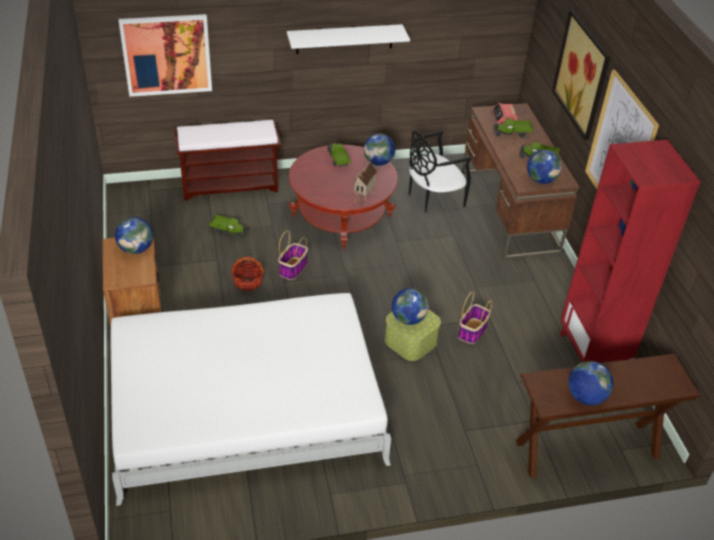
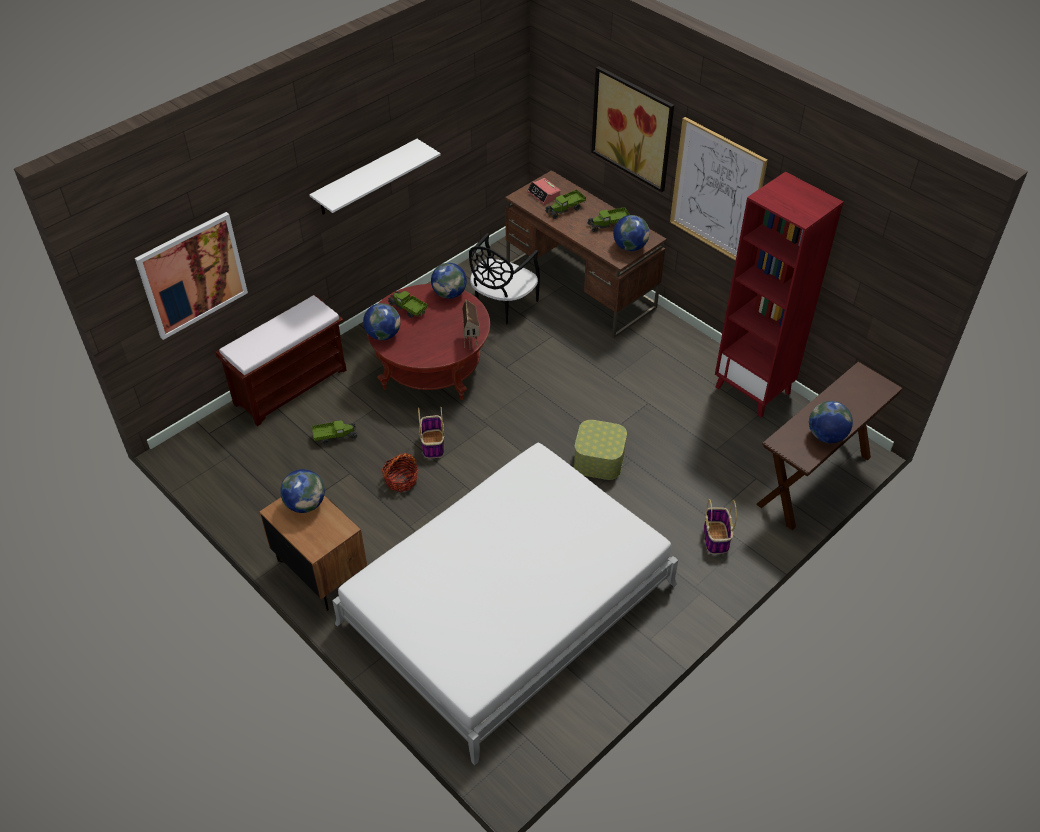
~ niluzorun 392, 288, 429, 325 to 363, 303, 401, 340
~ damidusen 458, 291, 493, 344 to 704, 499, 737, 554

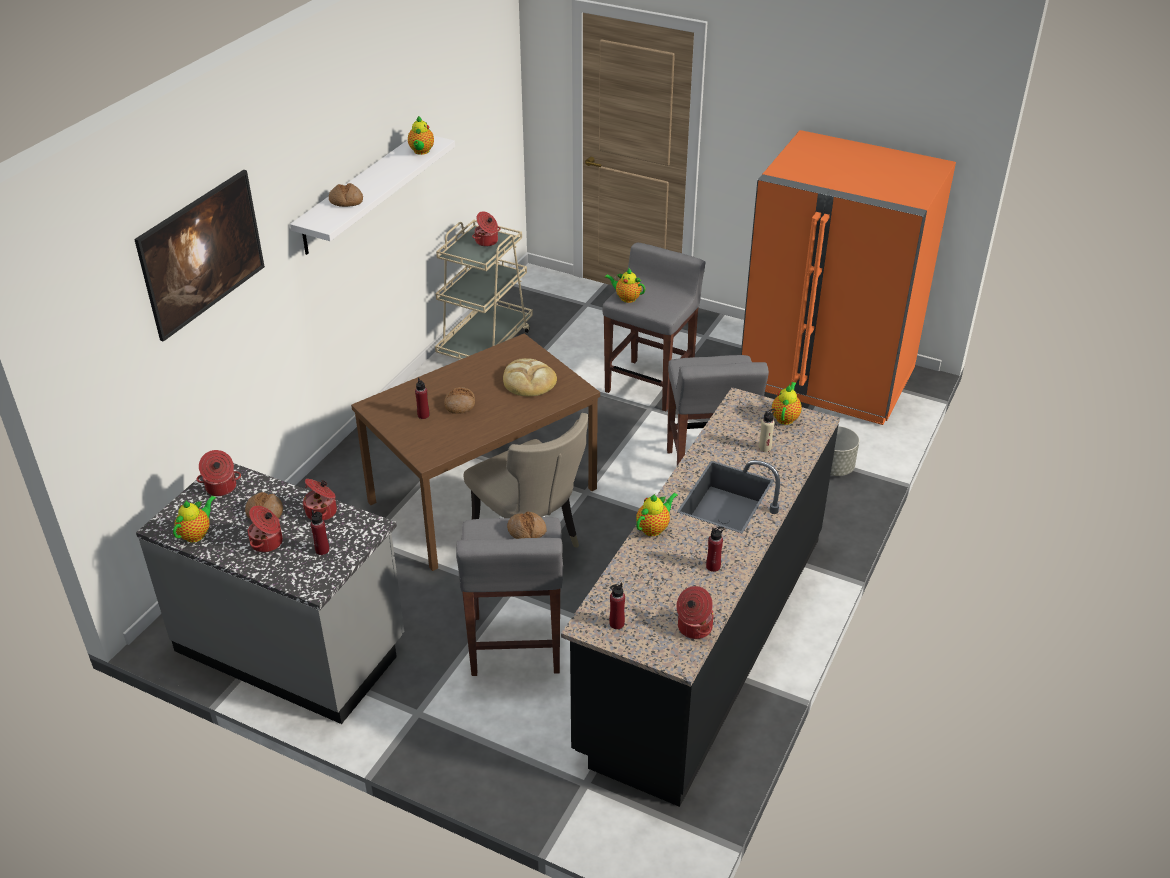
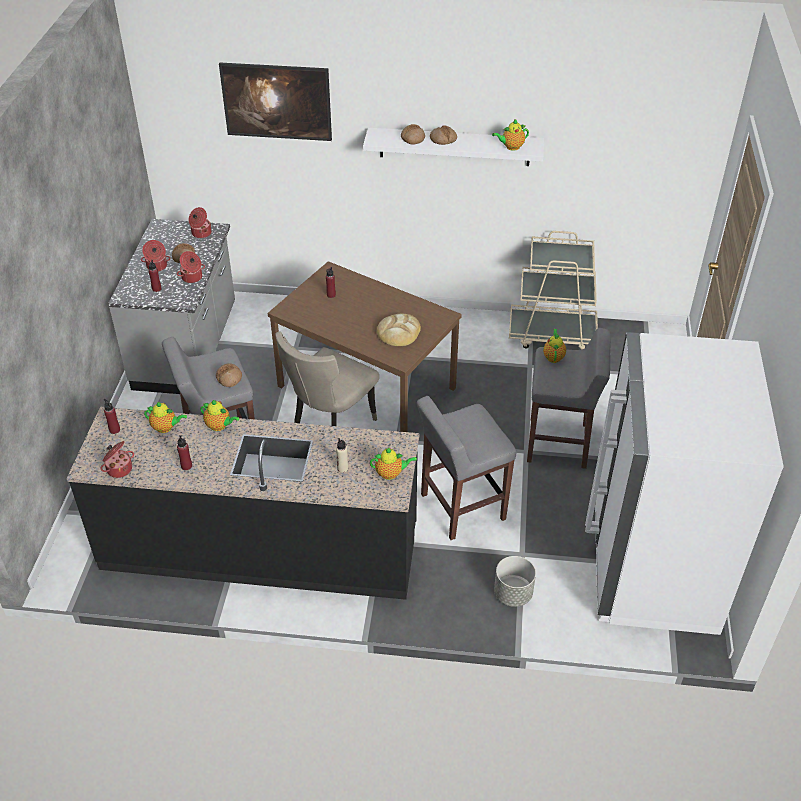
~ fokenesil 173, 496, 216, 542 to 144, 402, 187, 433
~ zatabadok 444, 387, 475, 414 to 430, 125, 457, 145
~ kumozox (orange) 741, 130, 956, 425 to kumozox (white) 585, 332, 784, 635
- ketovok 472, 211, 500, 246

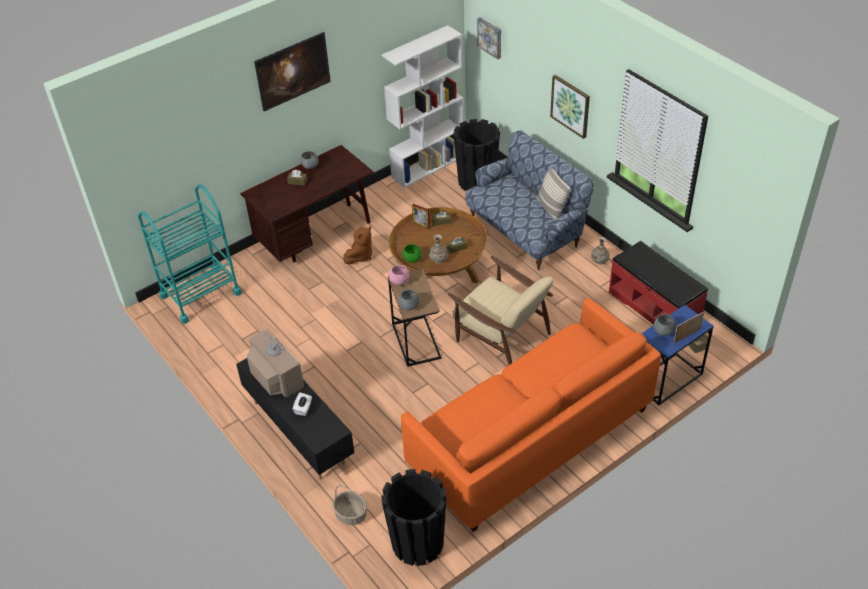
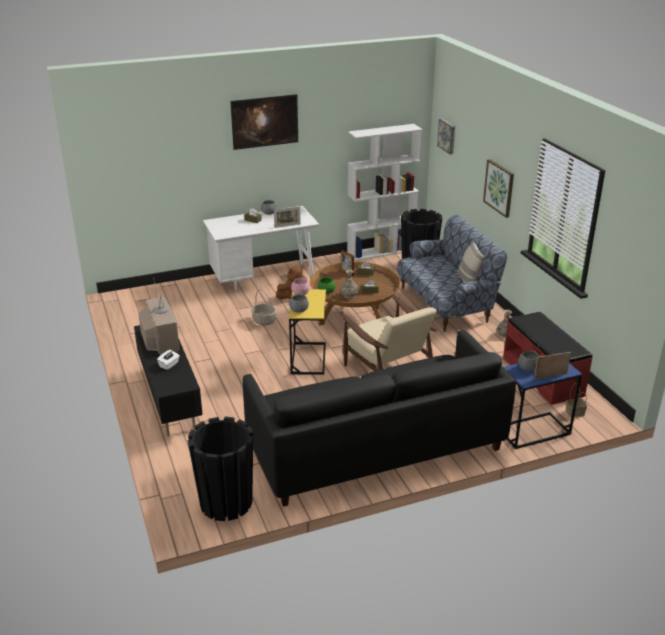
~ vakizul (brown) 240, 145, 374, 262 to vakizul (white) 203, 206, 319, 291
~ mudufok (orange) 401, 298, 661, 532 to mudufok (black) 243, 330, 516, 507
~ damidusen 332, 485, 367, 525 to 251, 289, 276, 325
+ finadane 274, 206, 301, 228
~ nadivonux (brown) 388, 268, 441, 367 to nadivonux (yellow) 289, 289, 326, 375
- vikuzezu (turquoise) 138, 184, 242, 324

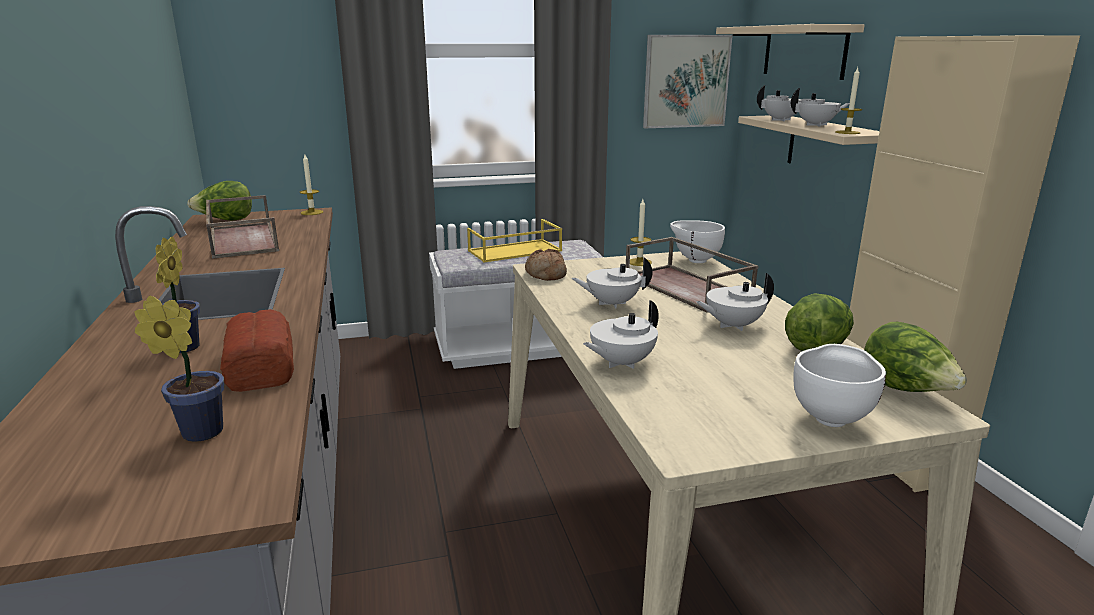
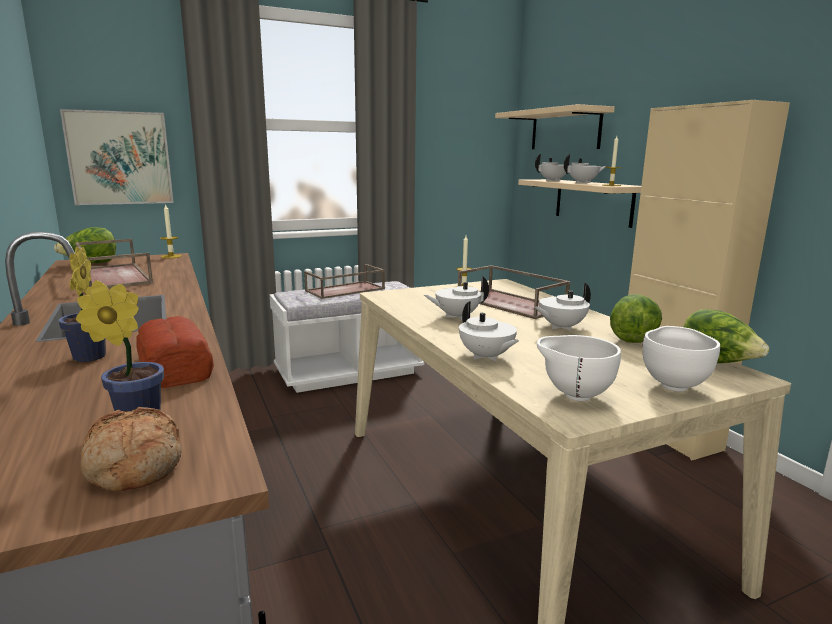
~ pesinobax 643, 35, 733, 128 to 60, 109, 174, 205
~ zatabadok 525, 249, 567, 281 to 80, 407, 181, 491
~ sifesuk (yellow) 467, 219, 562, 262 to sifesuk (brown) 304, 264, 385, 299
~ fokenesil (white) 583, 300, 659, 369 = 459, 301, 519, 362 75 degrees counterclockwise
~ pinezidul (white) 670, 221, 725, 263 to 537, 335, 621, 401

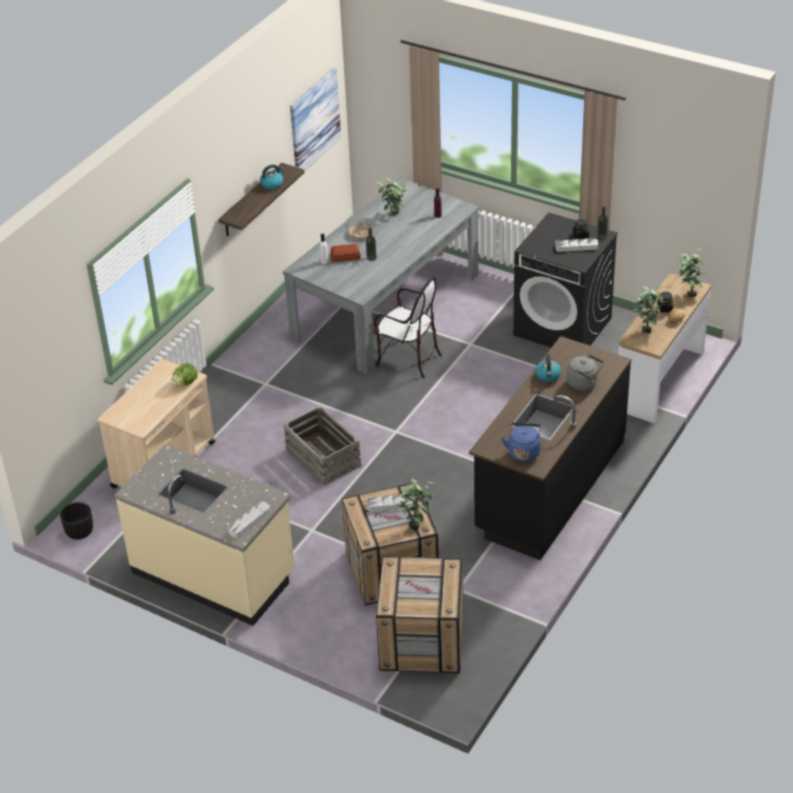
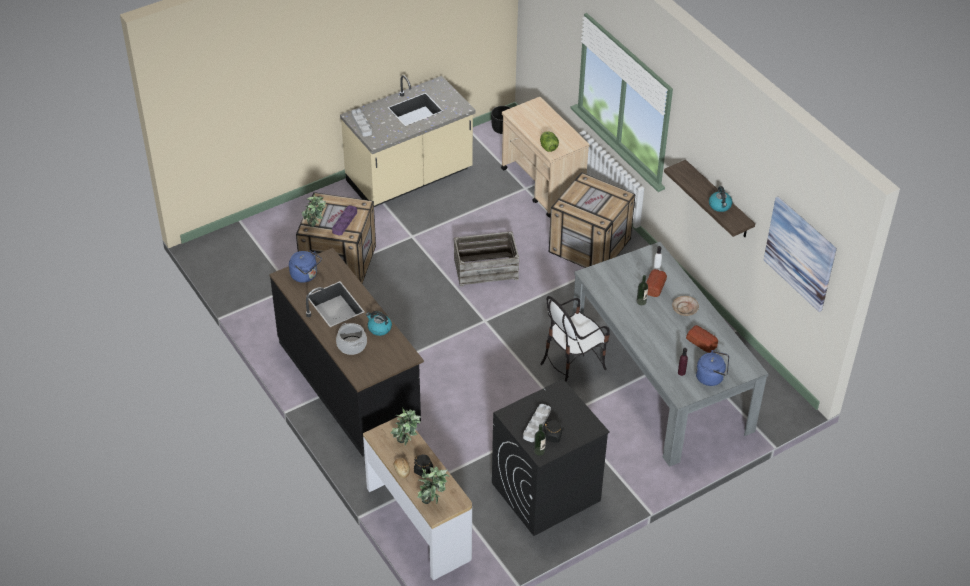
~ sifesuk (grey) 367, 495, 413, 511 to sifesuk (purple) 332, 205, 357, 236
~ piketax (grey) 567, 354, 604, 391 to ketovok 336, 323, 367, 355
~ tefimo 376, 556, 464, 673 to 549, 172, 636, 268
~ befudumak 377, 179, 408, 215 to zatabadok 686, 325, 718, 353
+ piketax (blue) 696, 350, 729, 386

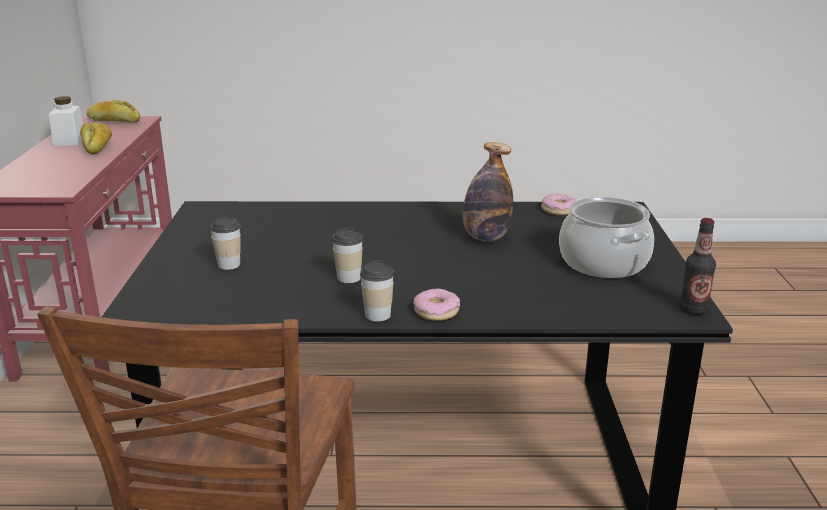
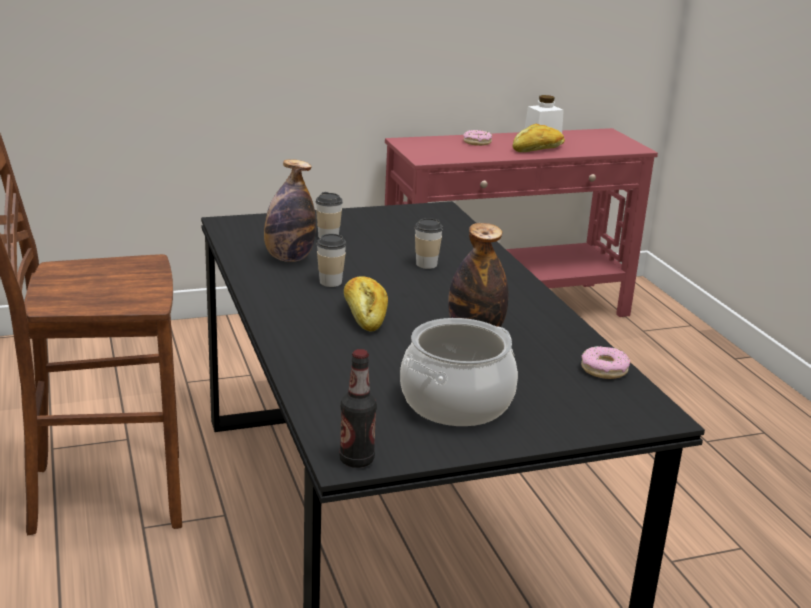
+ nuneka 264, 159, 316, 262
~ zatabadok 86, 100, 140, 123 to 344, 276, 388, 332
~ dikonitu 360, 260, 394, 322 to 415, 218, 443, 269
~ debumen 414, 288, 460, 321 to 463, 130, 492, 146

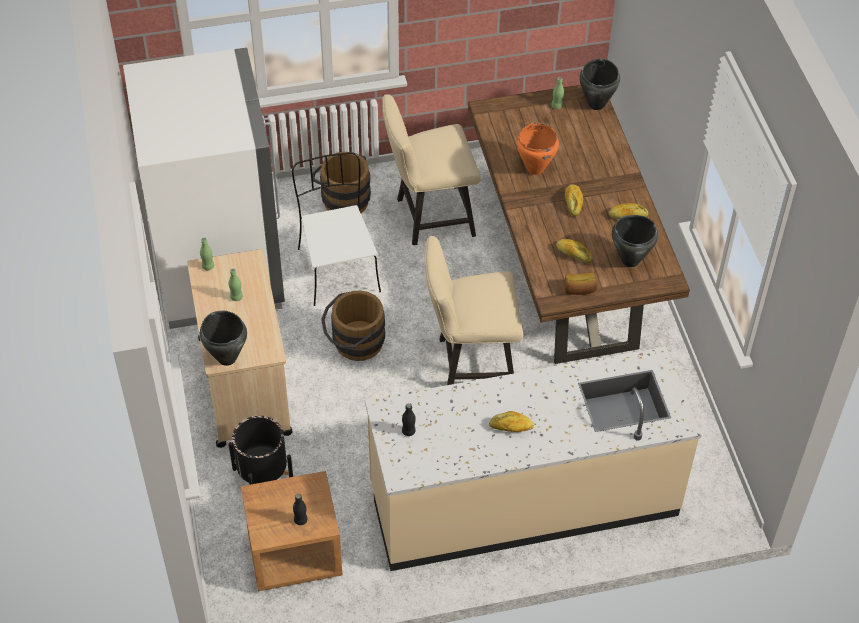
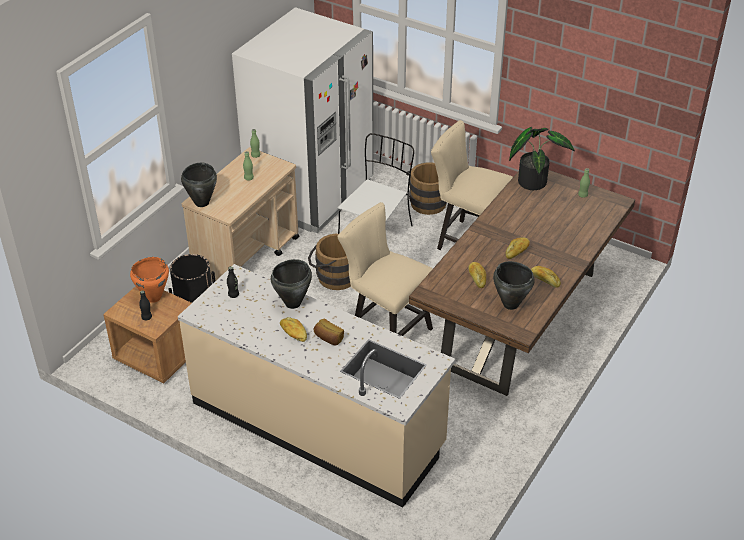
~ ketovok (orange) 517, 123, 559, 175 to 130, 257, 169, 303
~ ketovok (black) 579, 58, 620, 110 to 271, 259, 312, 309
~ zatabadok 564, 273, 598, 295 to 314, 319, 344, 345
+ befudumak 509, 127, 575, 190

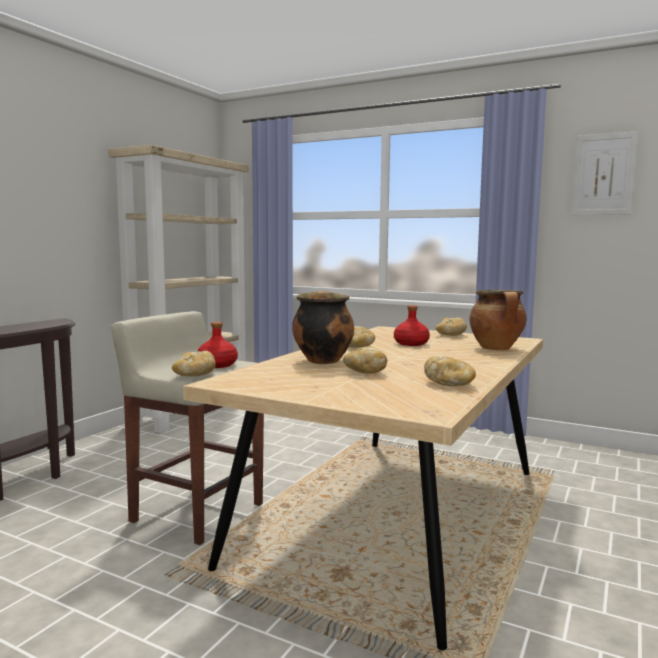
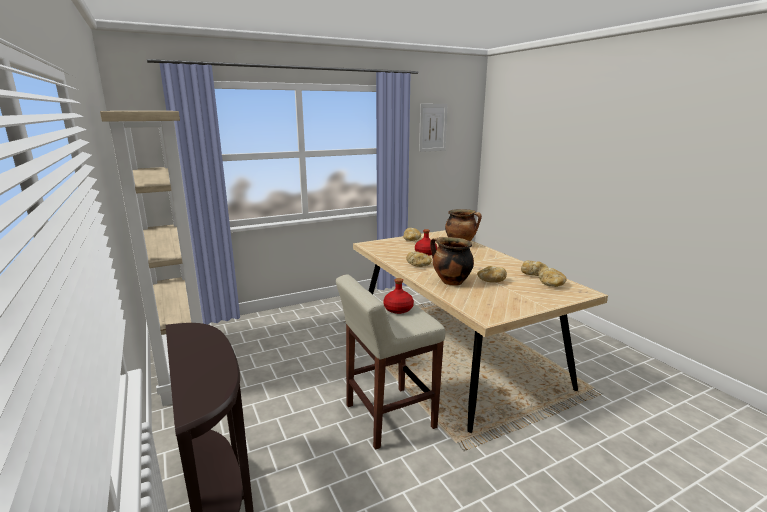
~ zatabadok 172, 351, 216, 376 to 539, 268, 567, 287

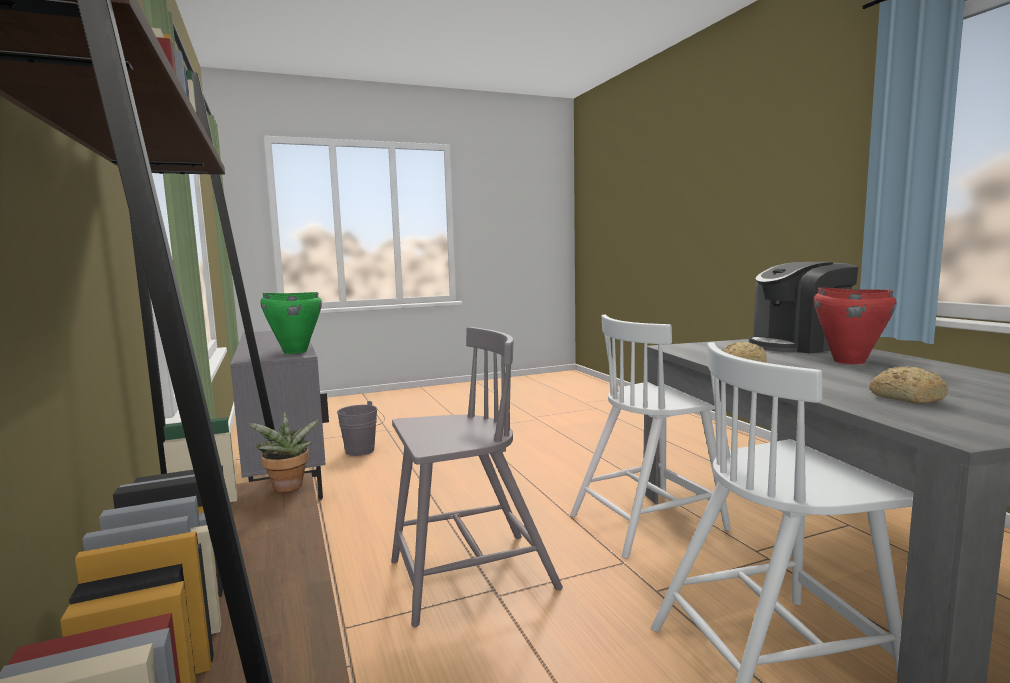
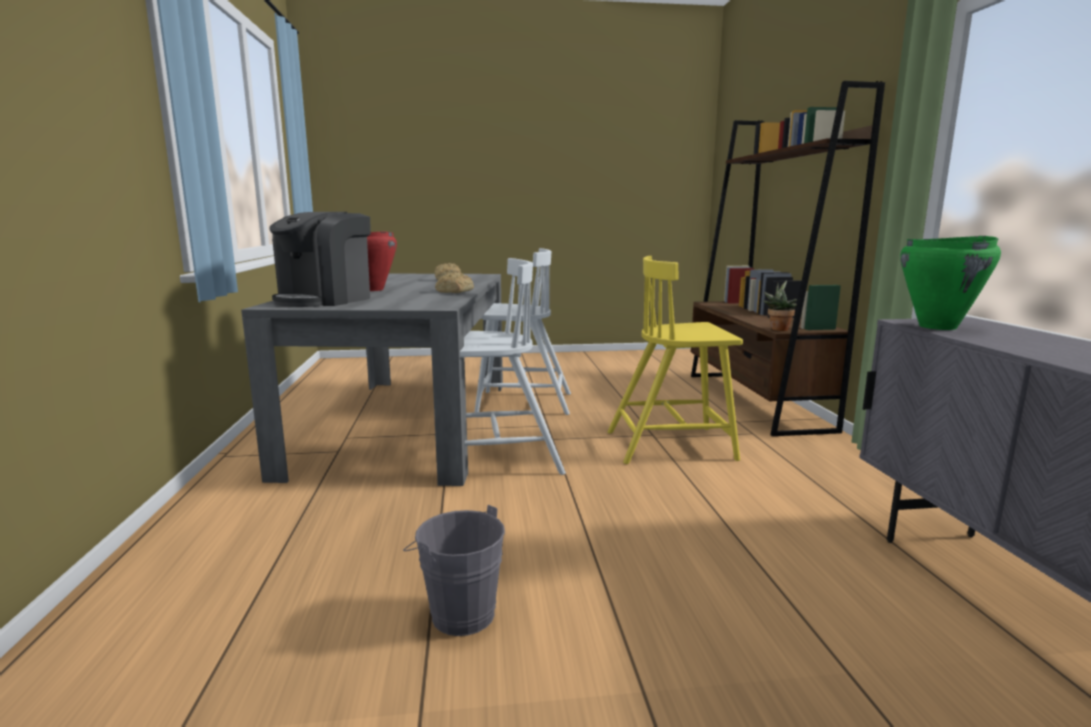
~ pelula 749, 262, 858, 353 = 269, 212, 371, 307 120 degrees clockwise
~ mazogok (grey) 337, 401, 385, 456 to 403, 505, 505, 636
~ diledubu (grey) 391, 327, 563, 627 to diledubu (yellow) 607, 256, 743, 464

